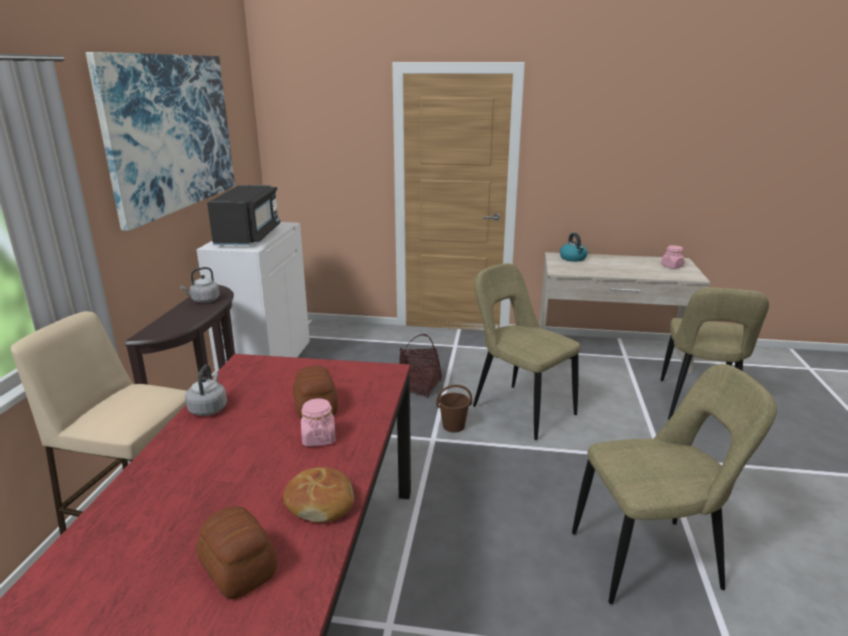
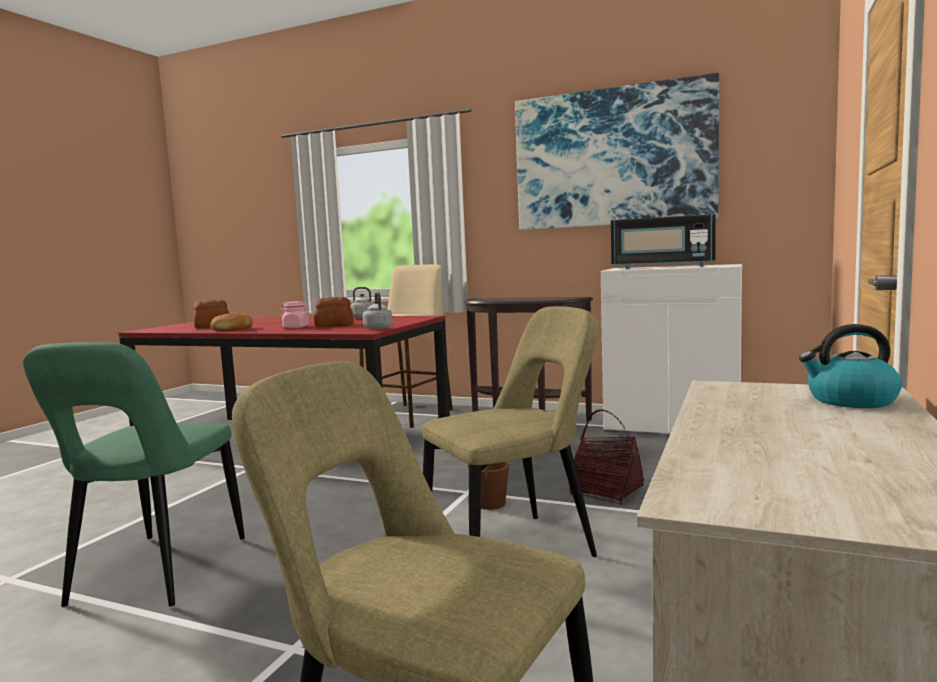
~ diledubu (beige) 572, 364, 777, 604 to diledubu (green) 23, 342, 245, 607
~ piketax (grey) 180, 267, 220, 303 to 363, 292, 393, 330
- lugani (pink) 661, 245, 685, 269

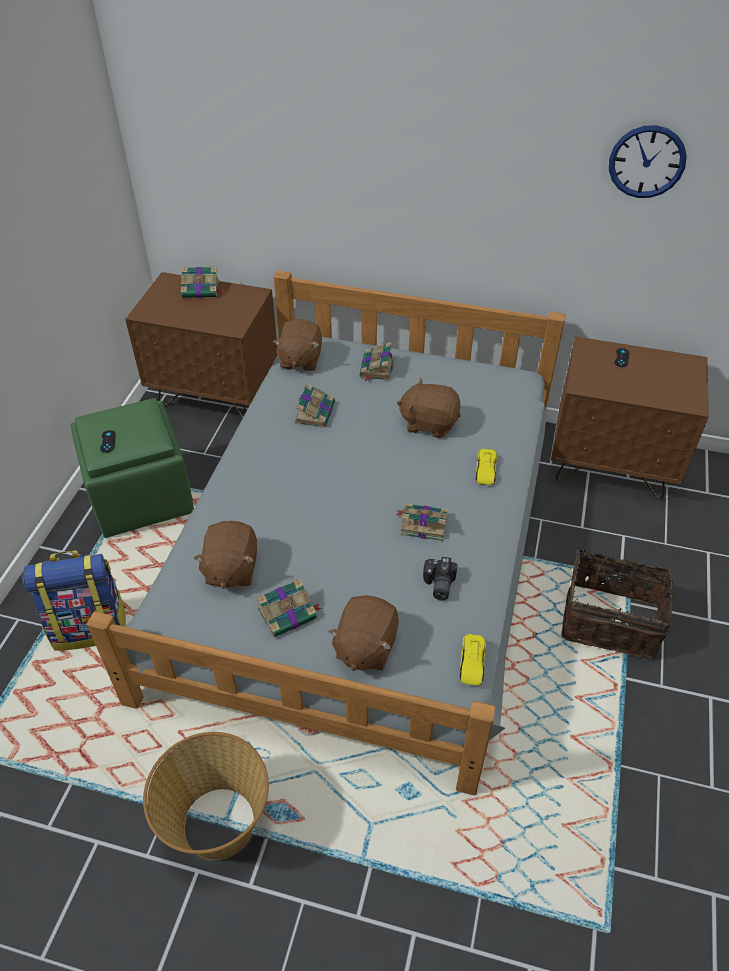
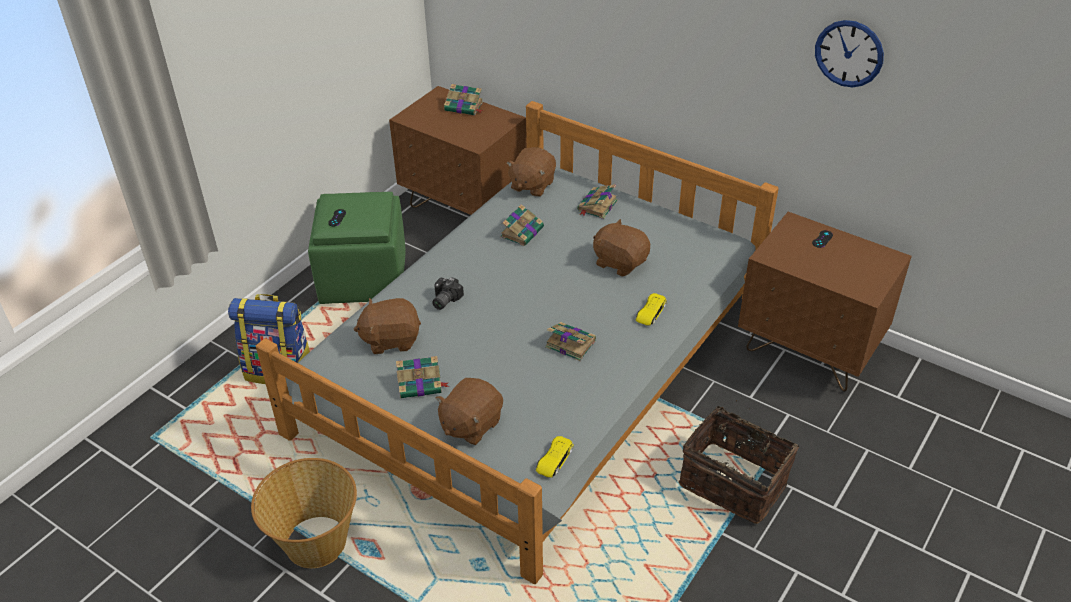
~ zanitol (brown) 193, 521, 257, 589 = 353, 298, 421, 354 60 degrees clockwise
~ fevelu 423, 557, 457, 600 to 432, 277, 464, 310

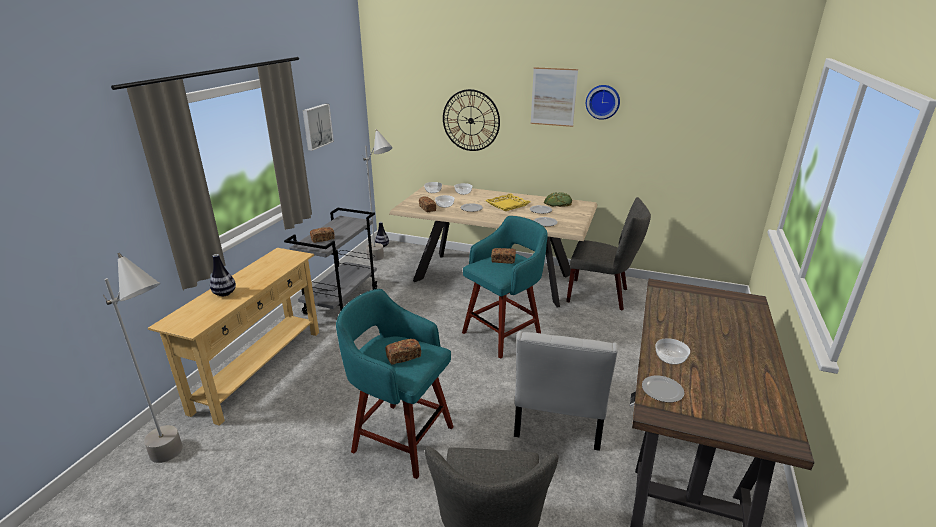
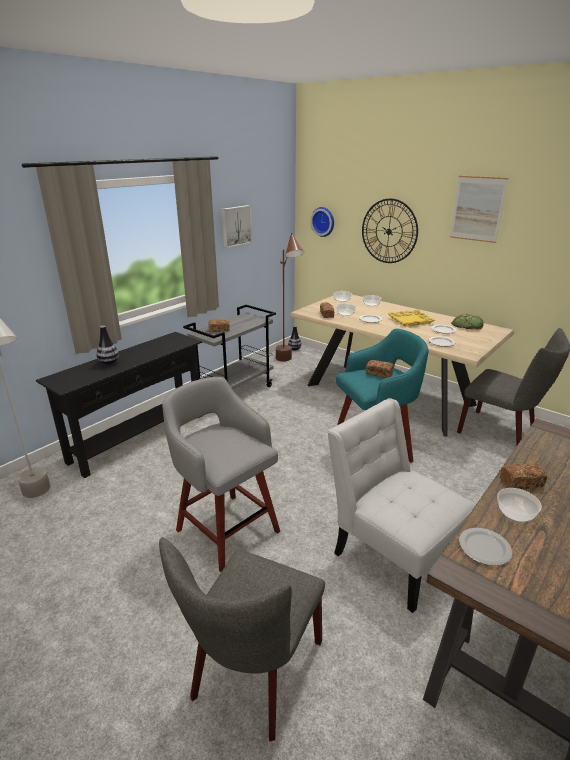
~ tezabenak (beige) 148, 248, 319, 426 to tezabenak (black) 36, 332, 202, 478
~ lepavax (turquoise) 336, 289, 453, 479 to lepavax (grey) 162, 377, 280, 572
~ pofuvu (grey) 363, 129, 393, 261 to pofuvu (brown) 276, 233, 304, 361
~ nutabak 586, 85, 620, 120 to 310, 207, 334, 237
~ diledubu (white) 514, 331, 618, 451 = 327, 398, 476, 613 105 degrees clockwise
~ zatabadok 385, 339, 421, 365 to 500, 463, 547, 489

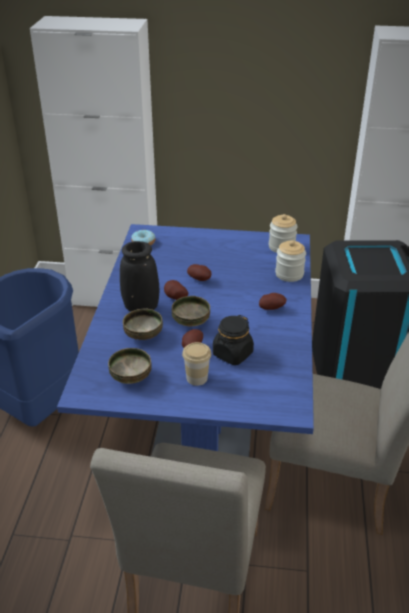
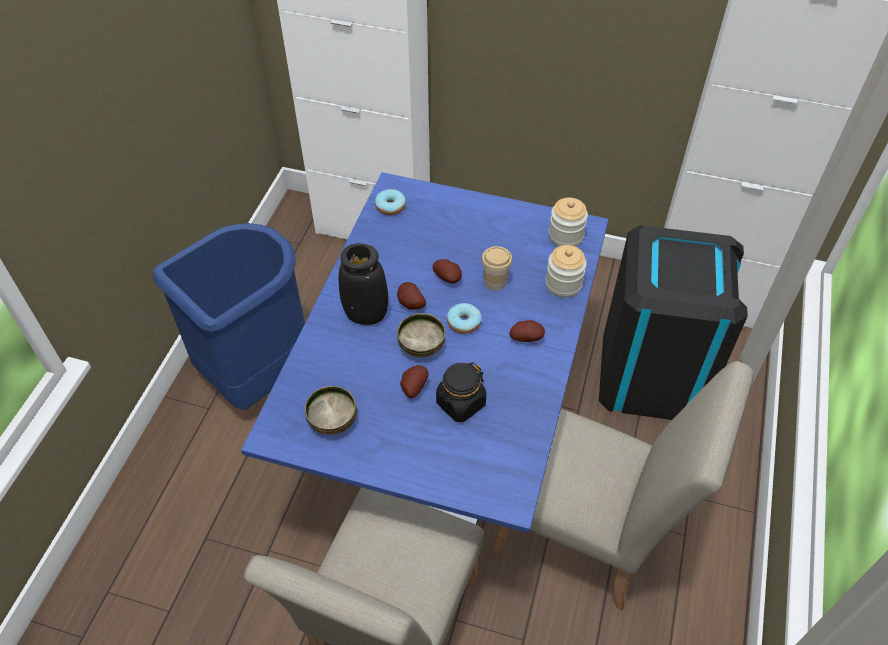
+ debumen 447, 303, 482, 334
~ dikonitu 182, 342, 211, 386 to 482, 246, 512, 291
- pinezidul 123, 309, 163, 340

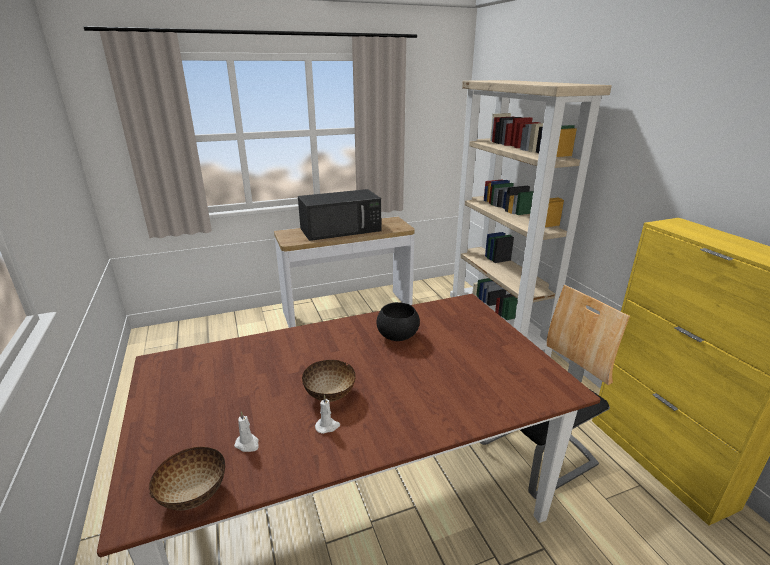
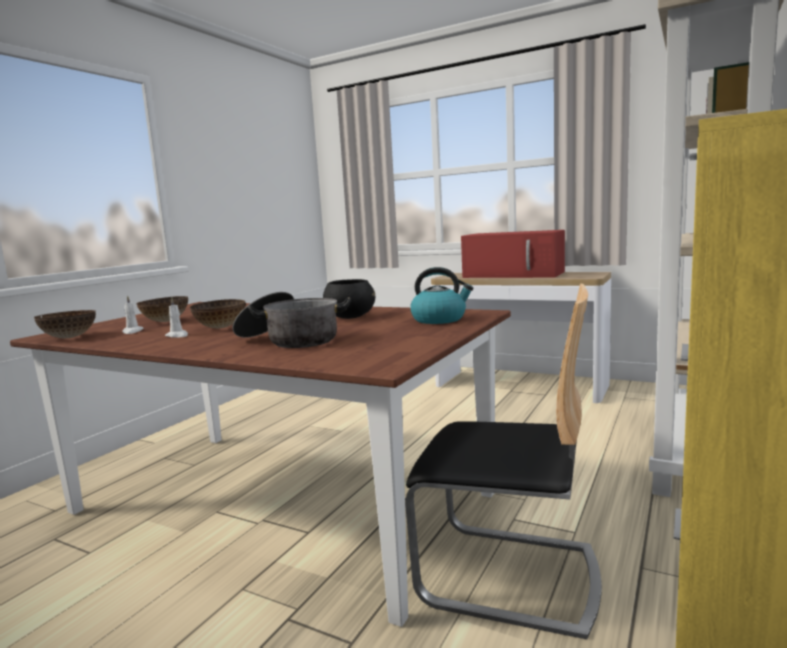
+ pinezidul 136, 296, 188, 322
+ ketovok 233, 292, 351, 348
+ piketax 410, 267, 474, 324
~ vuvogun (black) 298, 189, 381, 241 to vuvogun (red) 461, 230, 565, 278

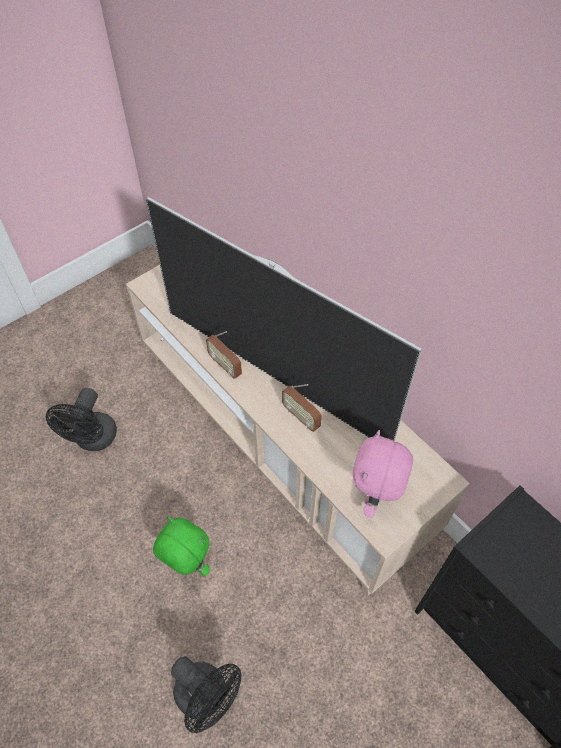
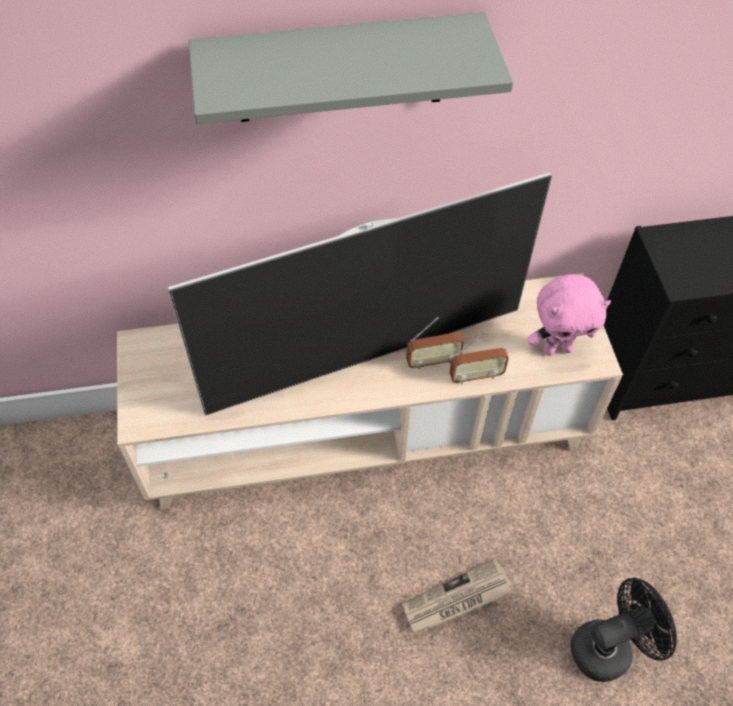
+ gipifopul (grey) 189, 12, 513, 124
~ zanitol (green) 153, 517, 210, 576 to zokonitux 402, 558, 512, 634
~ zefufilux 206, 331, 242, 379 to 450, 332, 509, 384
~ zanitol (pink) 353, 430, 413, 518 = 527, 274, 611, 356 60 degrees counterclockwise
- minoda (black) 46, 388, 117, 451

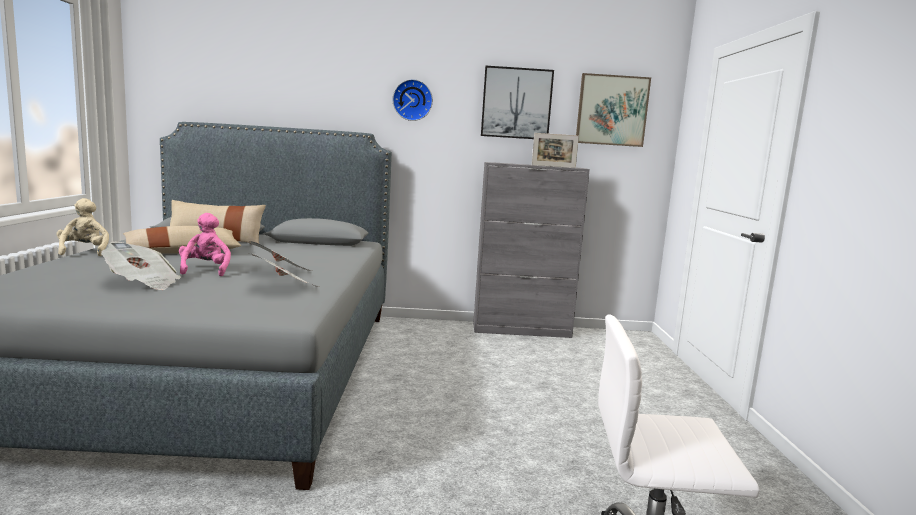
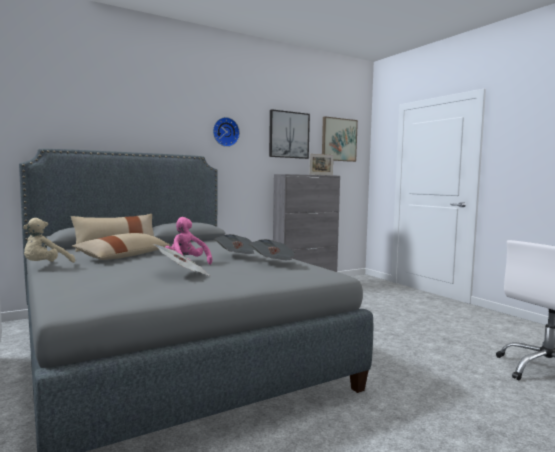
~ zanitol (beige) 56, 198, 109, 256 = 23, 218, 75, 263 105 degrees counterclockwise

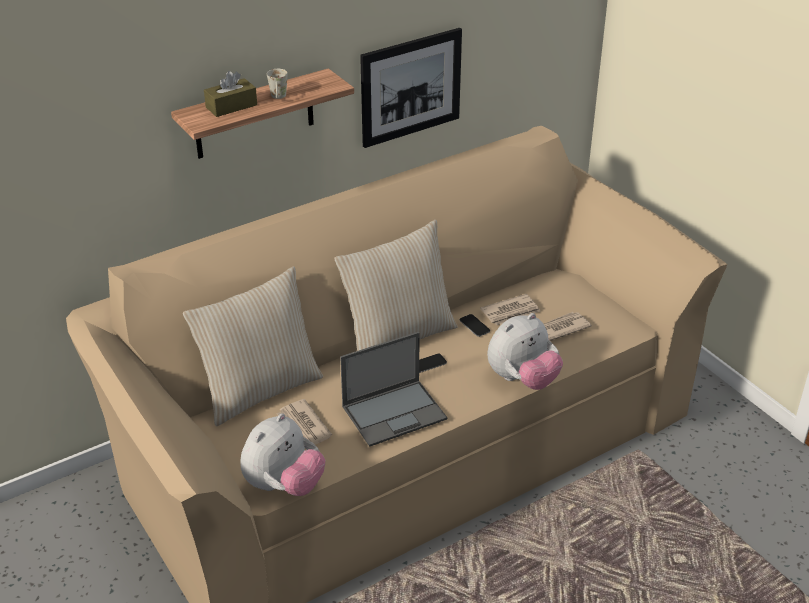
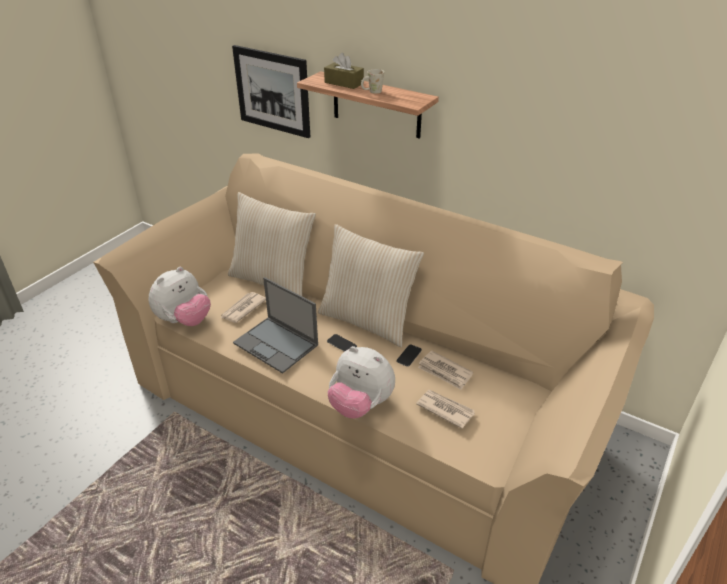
~ zanitol 241, 413, 325, 496 = 149, 267, 211, 326 60 degrees counterclockwise
~ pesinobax 360, 28, 462, 148 to 232, 45, 310, 138

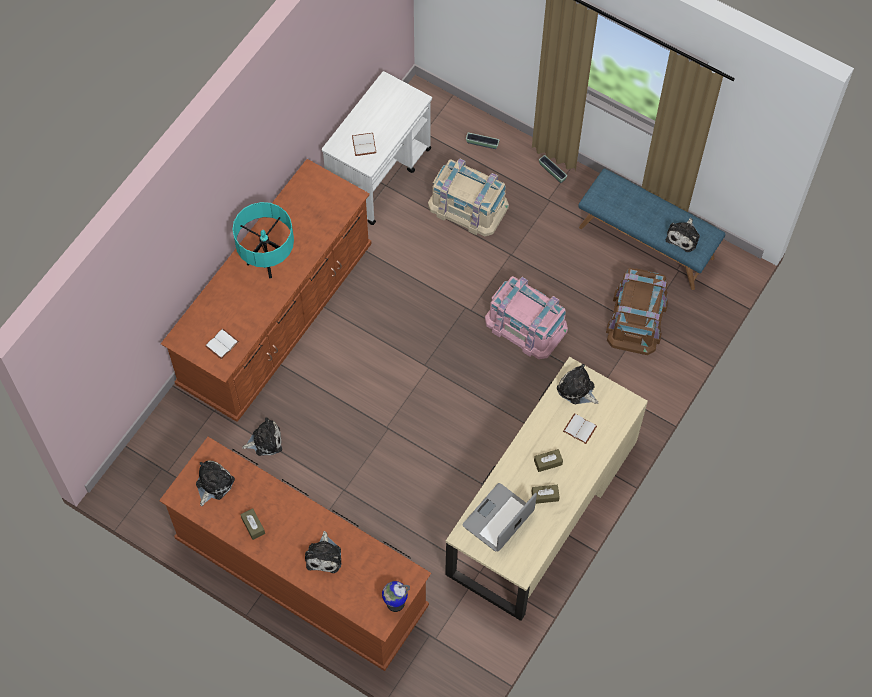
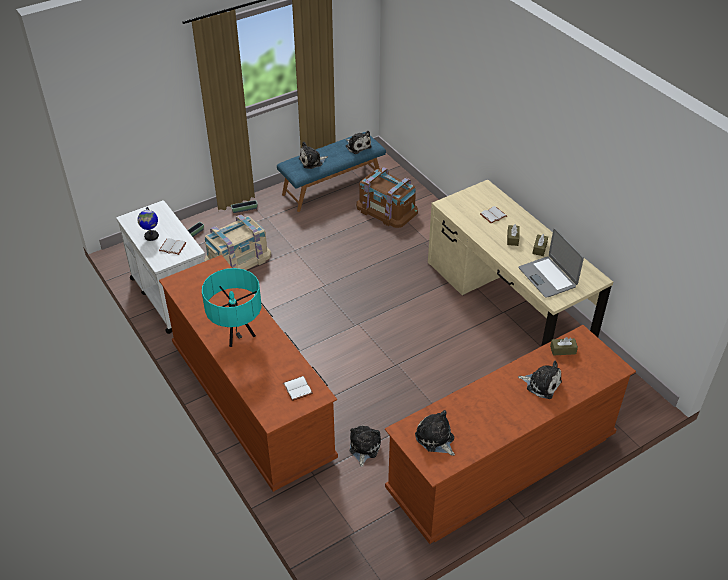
~ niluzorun 382, 581, 410, 612 to 138, 207, 159, 241
~ zanitol 557, 364, 599, 404 to 299, 142, 328, 169
~ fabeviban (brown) 240, 508, 265, 540 to 550, 337, 578, 355
- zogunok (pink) 485, 276, 568, 359

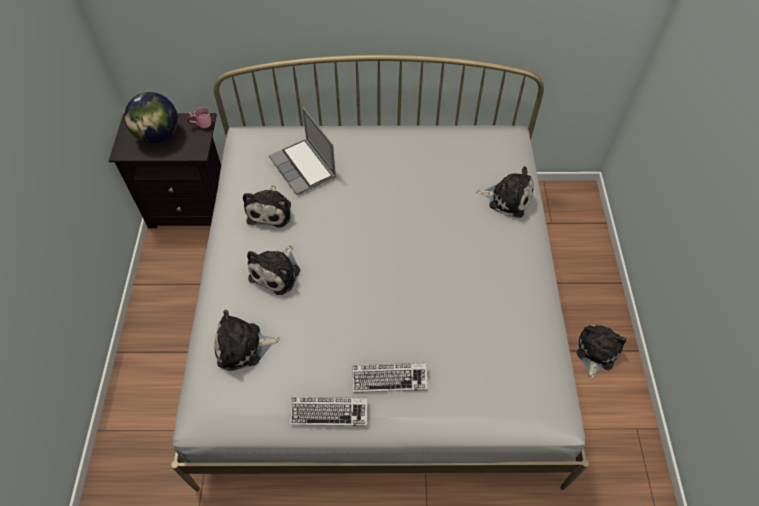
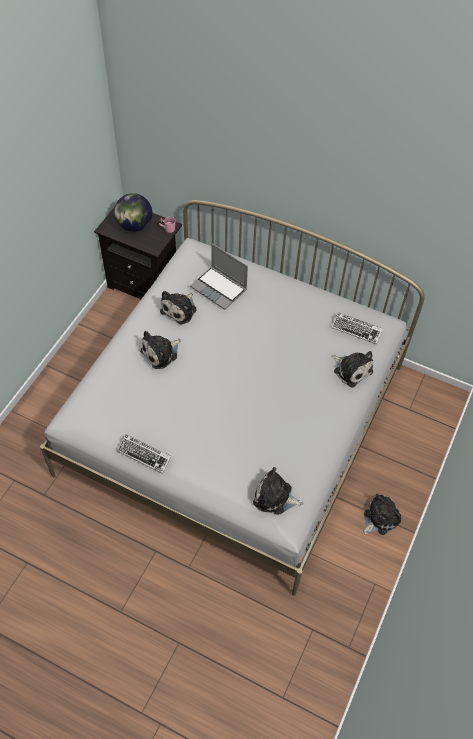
~ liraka 269, 107, 336, 195 = 190, 244, 248, 310 45 degrees counterclockwise
~ zanitol 214, 310, 280, 371 to 253, 467, 303, 515
~ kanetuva 353, 363, 427, 393 to 332, 312, 383, 344

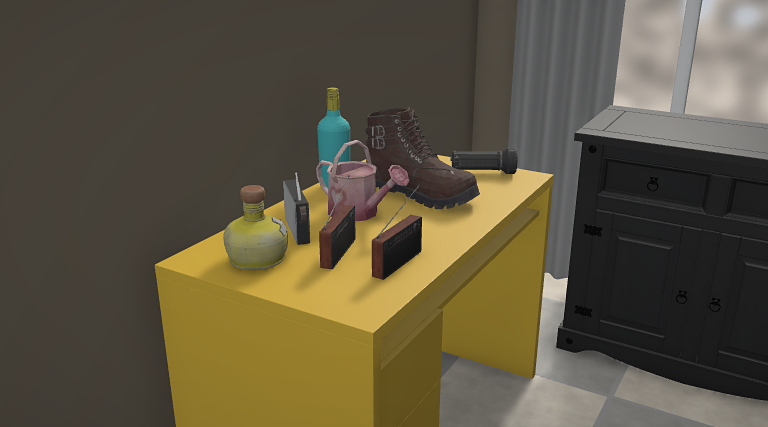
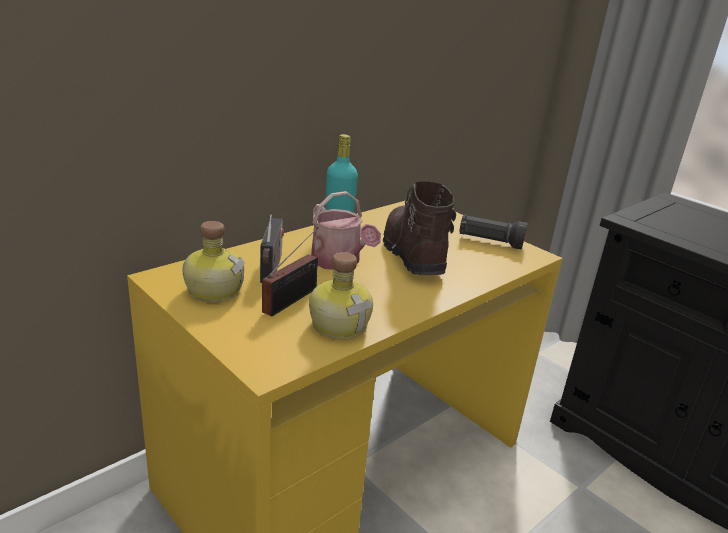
~ zefufilux 372, 185, 422, 280 to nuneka 309, 252, 373, 339
~ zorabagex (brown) 365, 107, 480, 209 = 383, 181, 456, 275 150 degrees counterclockwise

